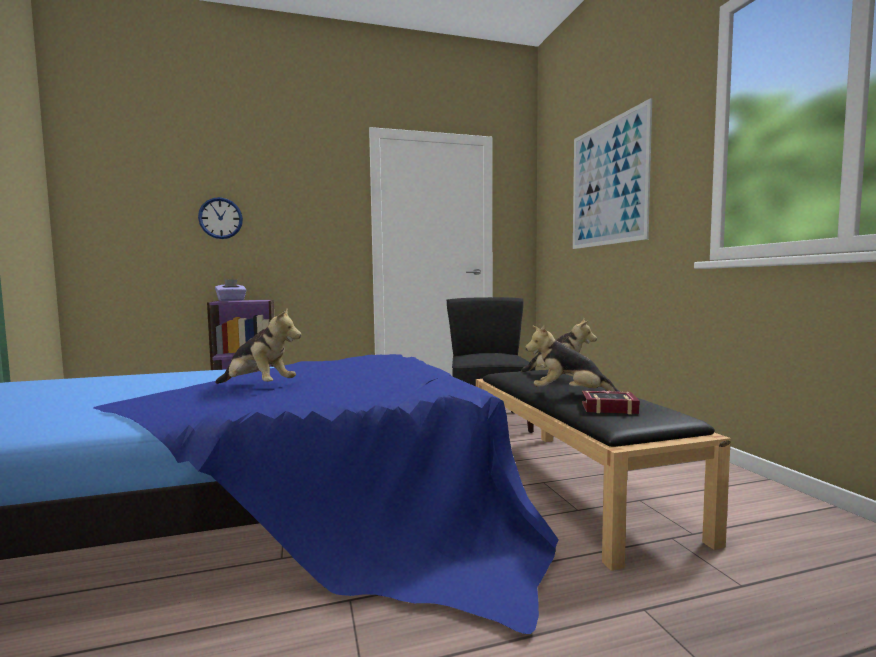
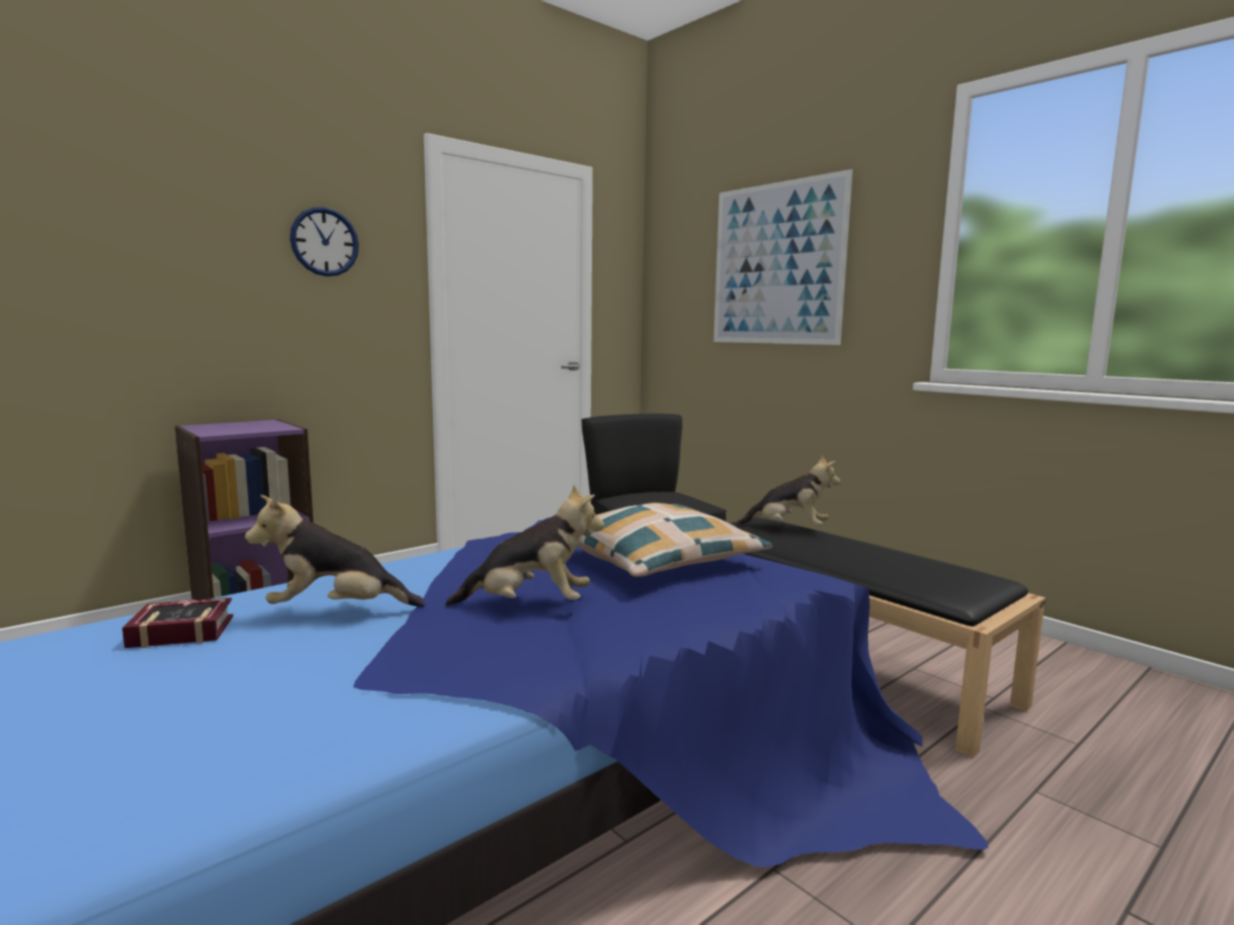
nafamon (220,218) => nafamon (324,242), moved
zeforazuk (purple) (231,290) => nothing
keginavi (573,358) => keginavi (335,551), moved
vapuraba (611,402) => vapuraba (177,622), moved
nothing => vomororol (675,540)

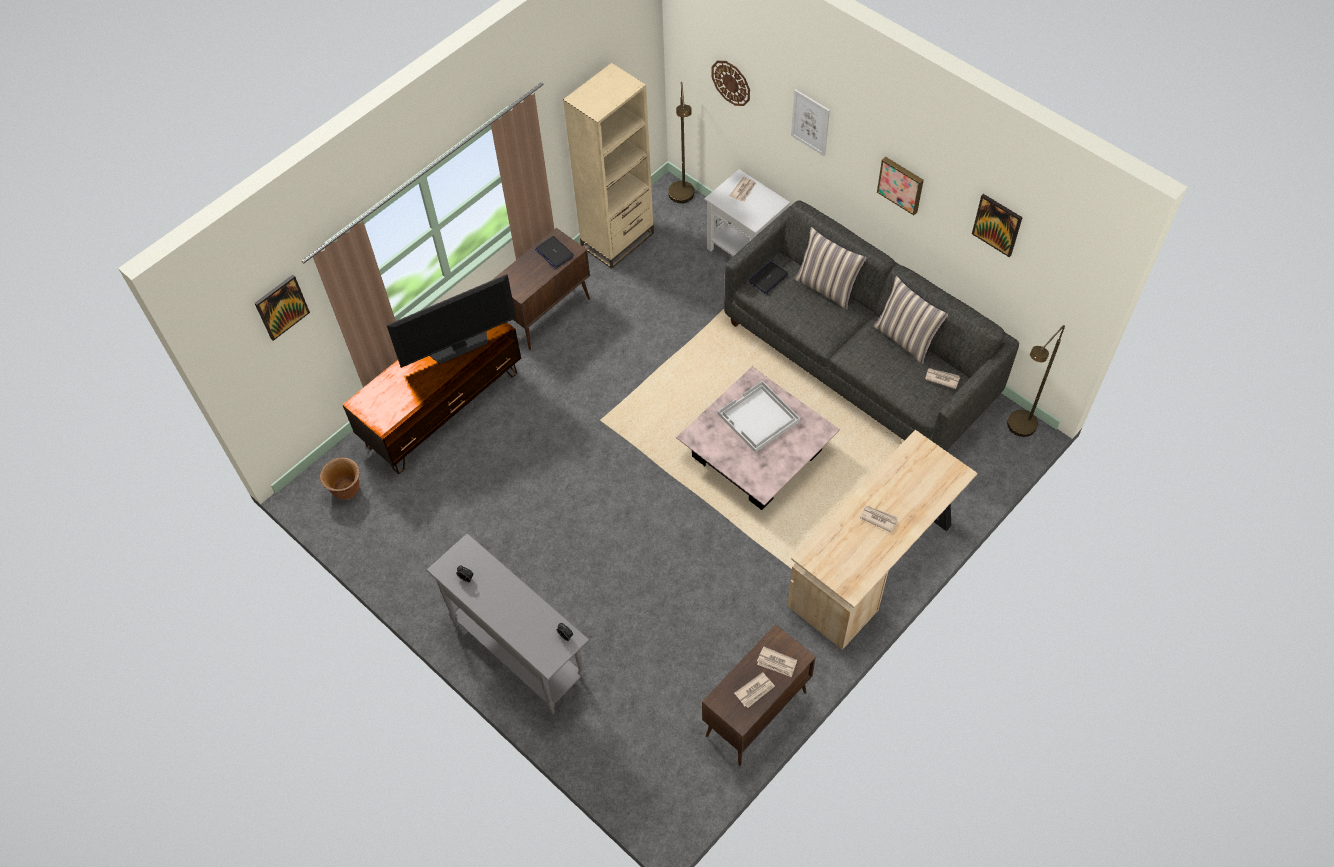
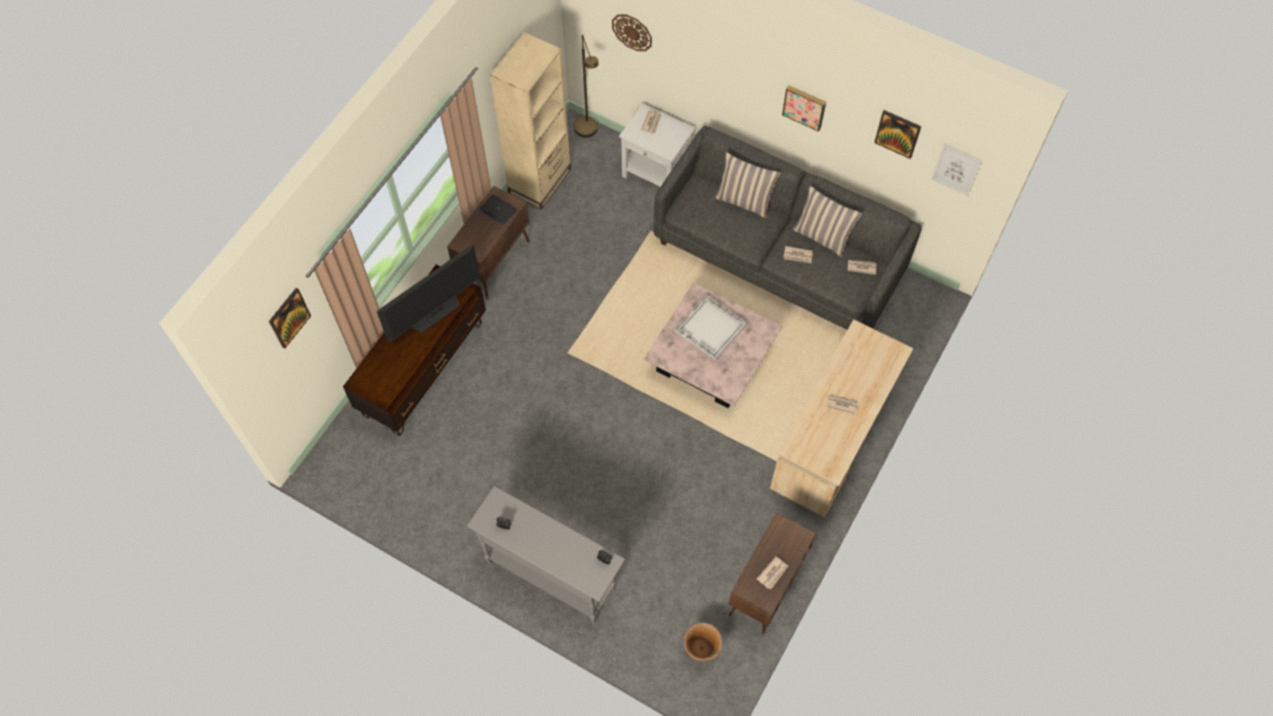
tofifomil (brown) (340,478) => tofifomil (brown) (703,642), moved
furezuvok (768,278) => nothing
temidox (777,661) => temidox (798,254), moved
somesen (810,122) => somesen (956,170), moved
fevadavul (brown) (1036,381) => nothing

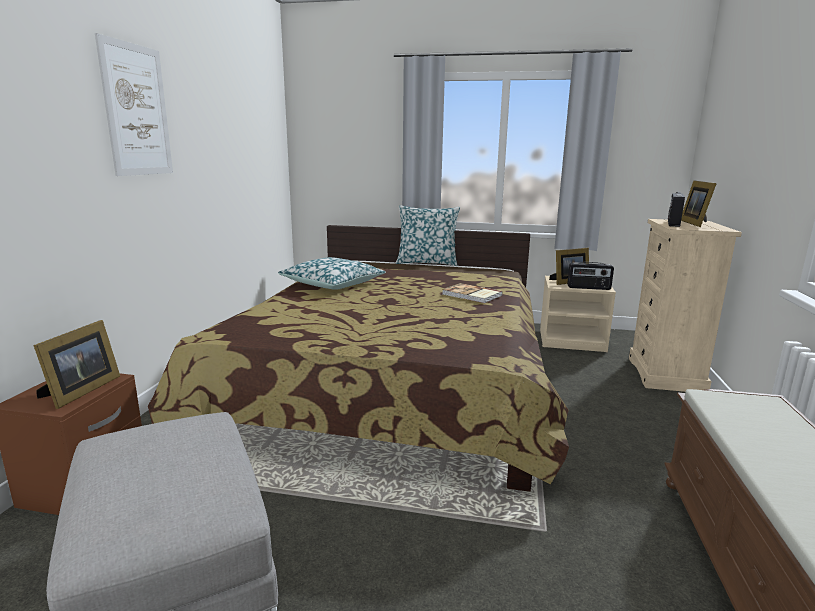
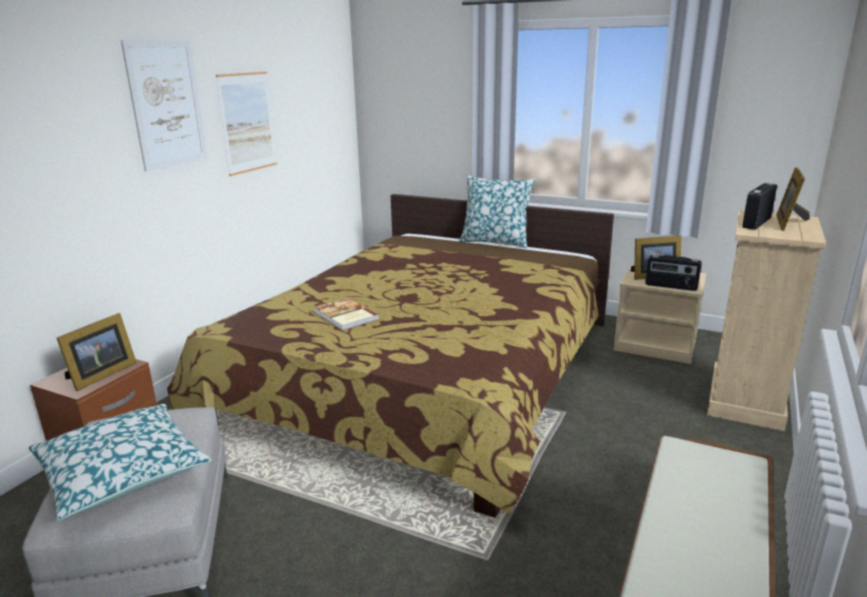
vomororol (332,273) => vomororol (120,462), moved
vapuraba (472,293) => vapuraba (346,314), moved
nothing => somesen (246,124)

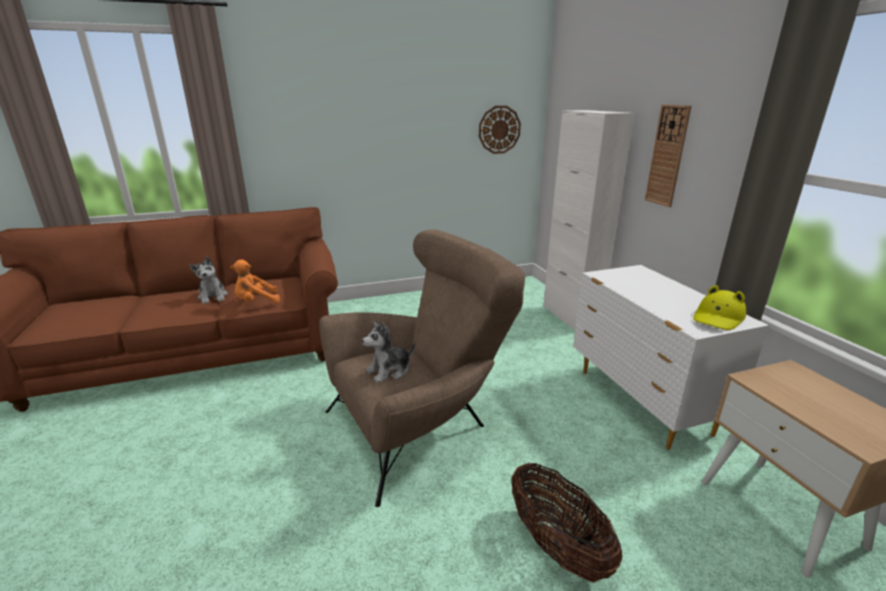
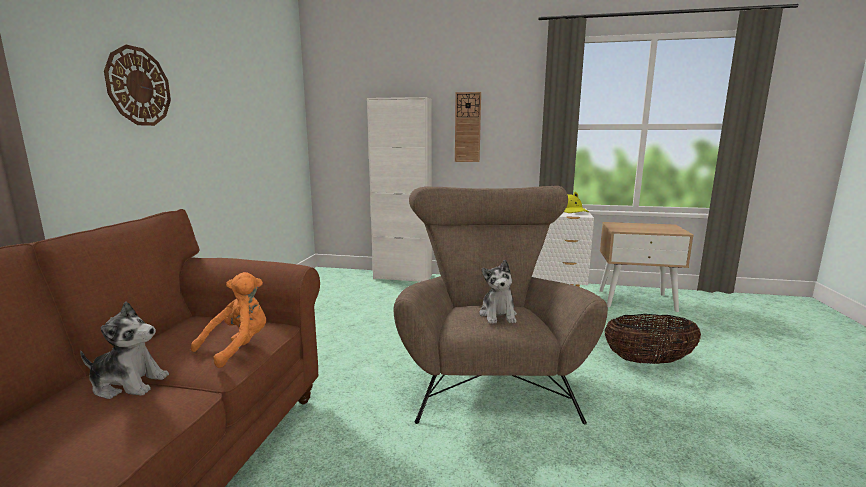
keginavi (orange) (255,281) => keginavi (orange) (228,320), 150 degrees counterclockwise
nafamon (500,130) => nafamon (137,85), moved

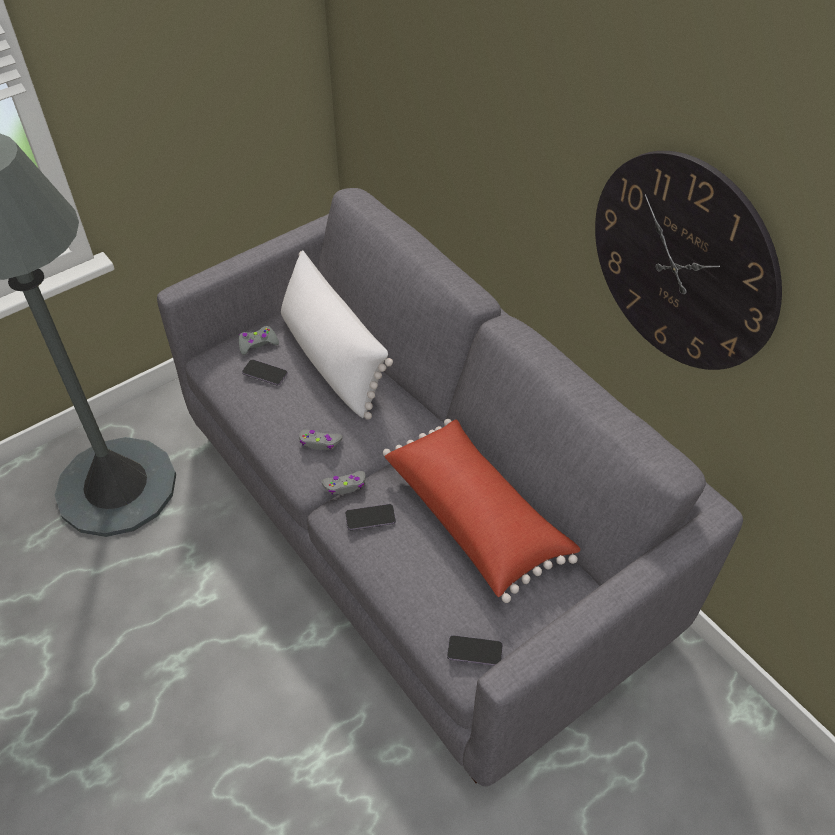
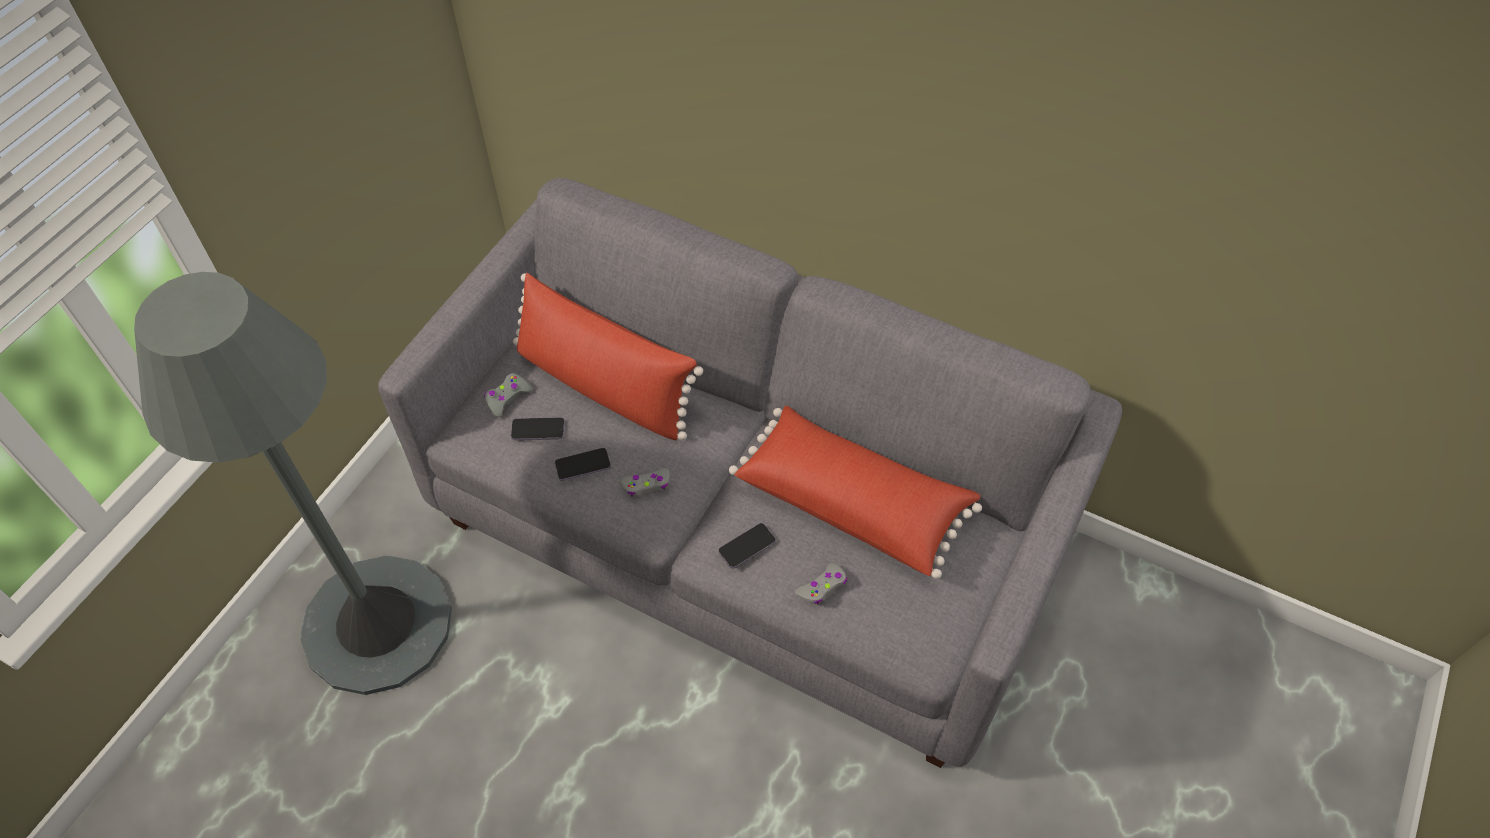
vomororol (white) (337,335) => vomororol (red) (608,356)
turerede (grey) (343,483) => turerede (grey) (821,583), moved
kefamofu (475,650) => kefamofu (583,464), moved
nafamon (688,260) => nothing

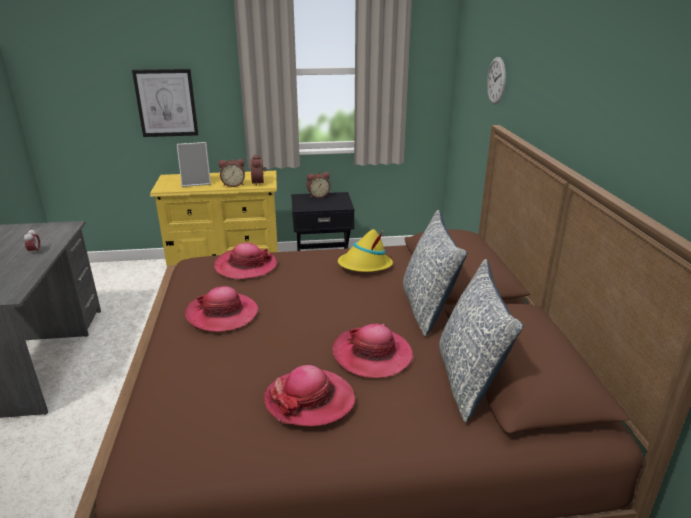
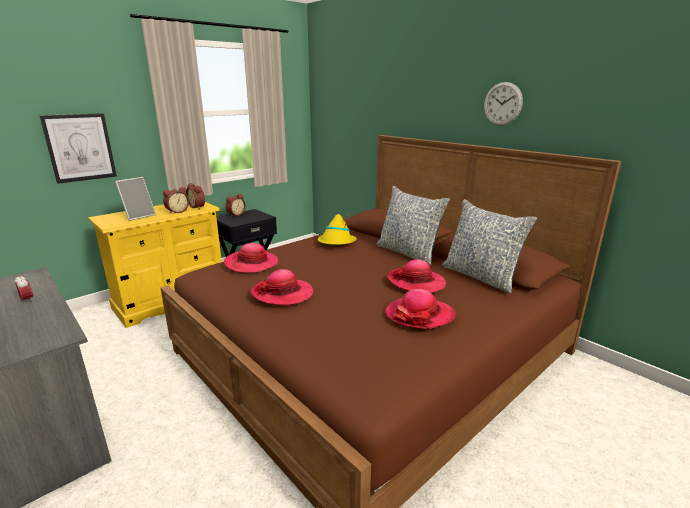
nafamon (496,80) => nafamon (503,103), moved

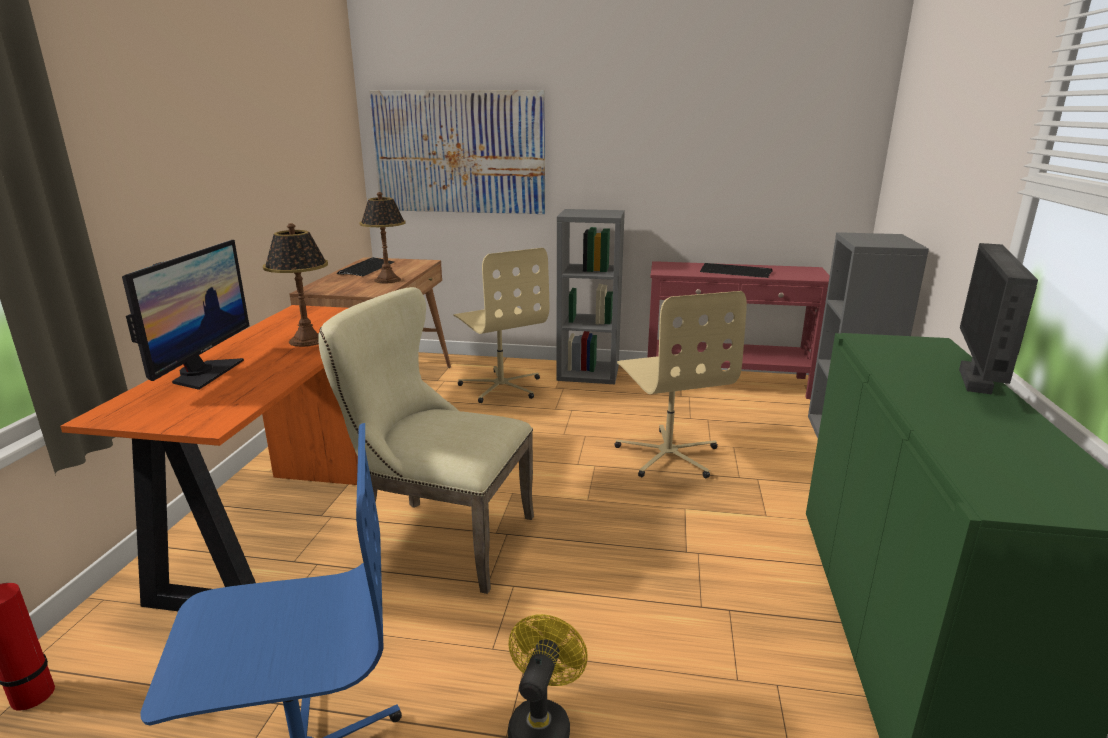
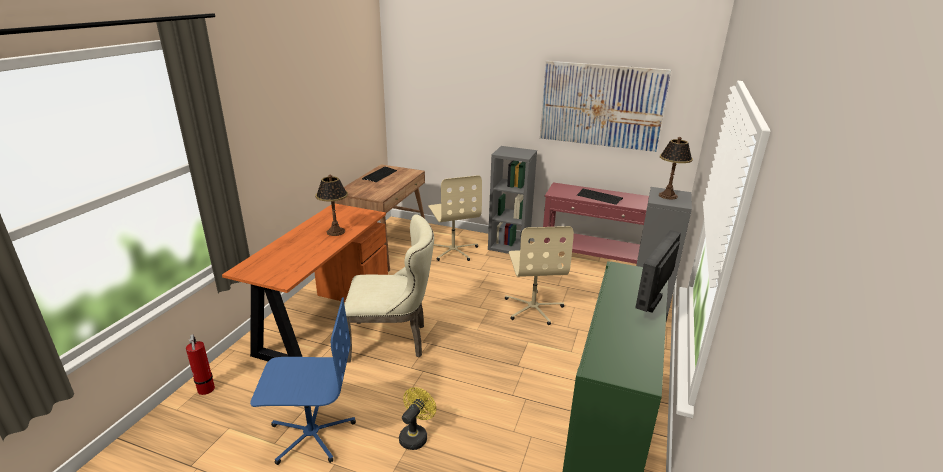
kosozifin (185,315) => nothing
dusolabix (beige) (426,440) => dusolabix (beige) (389,288), 150 degrees clockwise
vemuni (382,238) => vemuni (676,168), moved
somesen (457,152) => somesen (605,106), moved

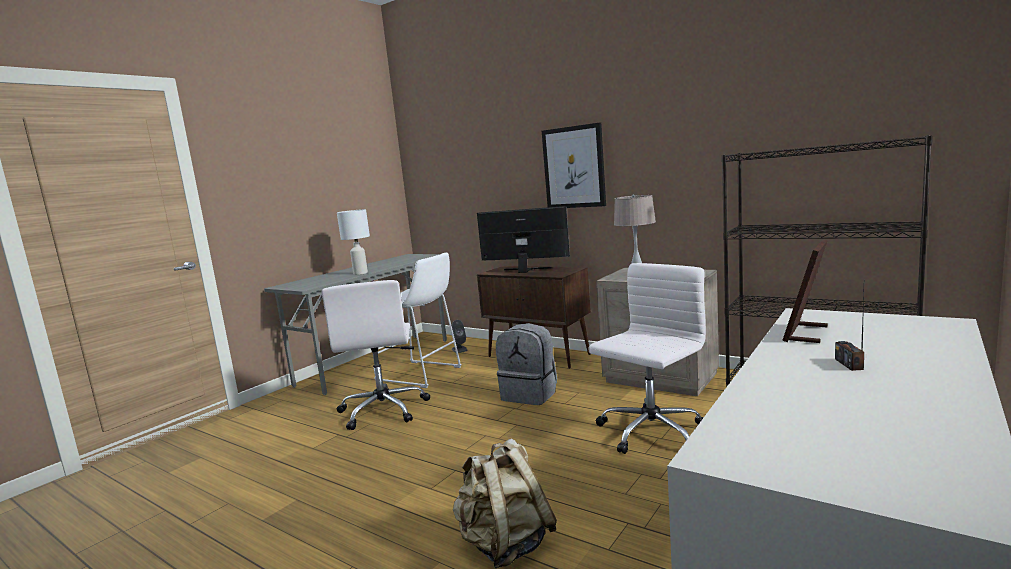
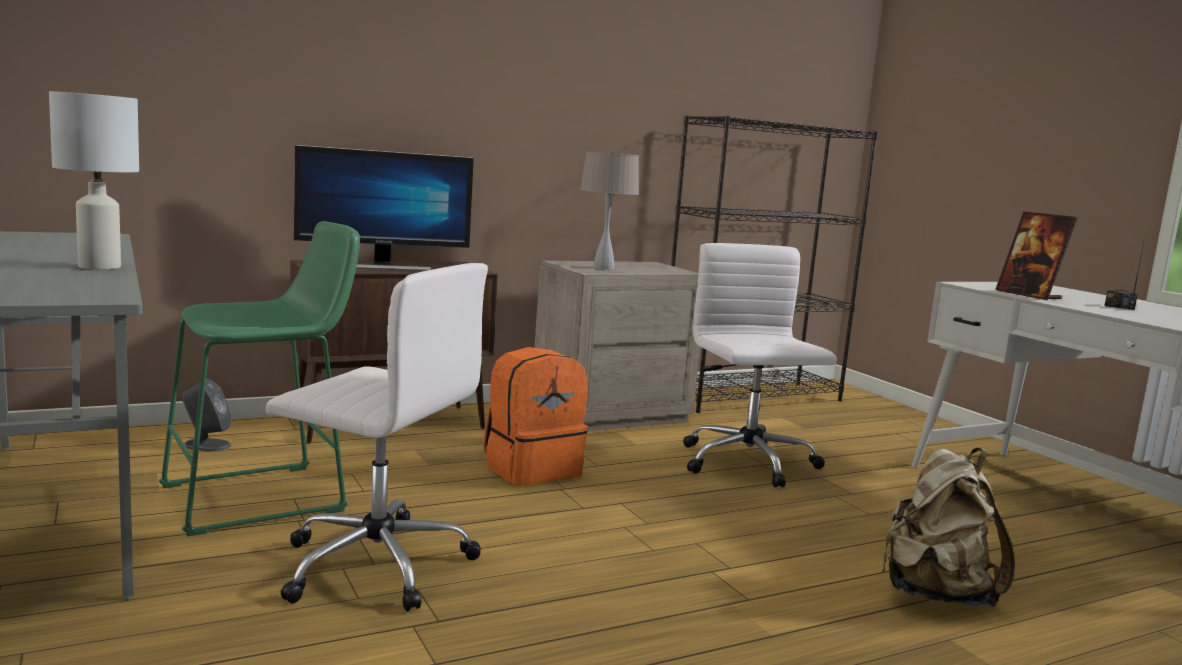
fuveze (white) (418,320) => fuveze (green) (259,378)
kosozifin (523,239) => kosozifin (384,208), 150 degrees counterclockwise
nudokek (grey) (526,364) => nudokek (orange) (535,416)
somesen (574,165) => nothing

